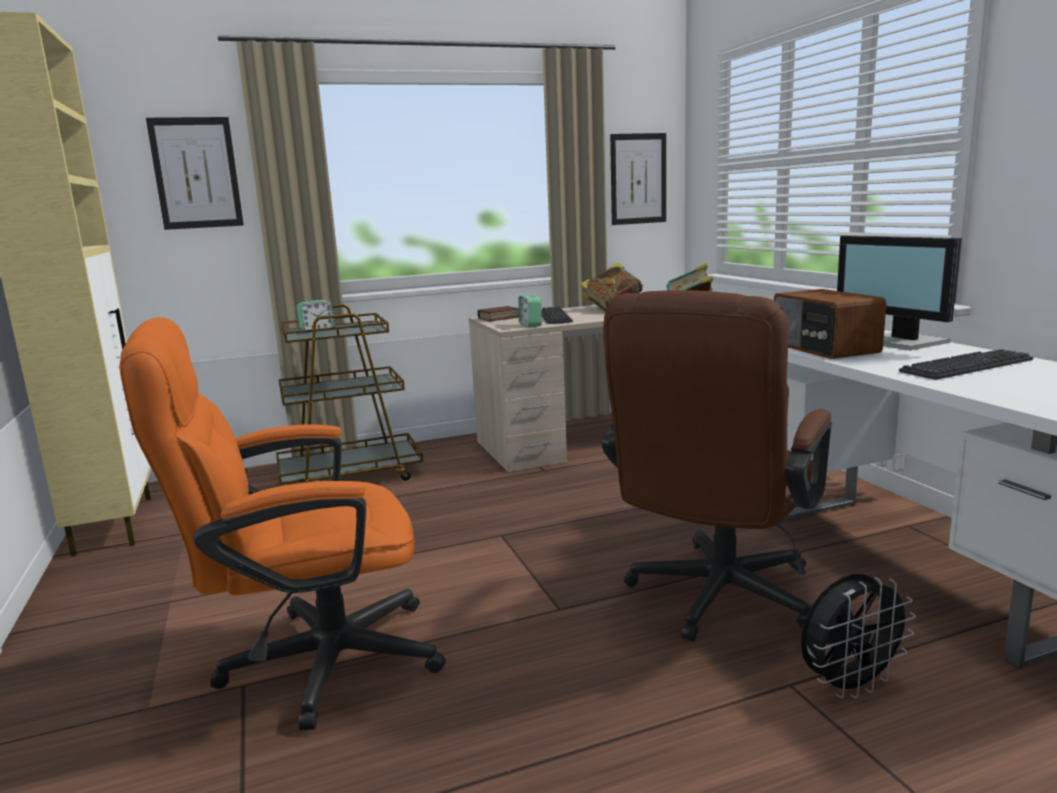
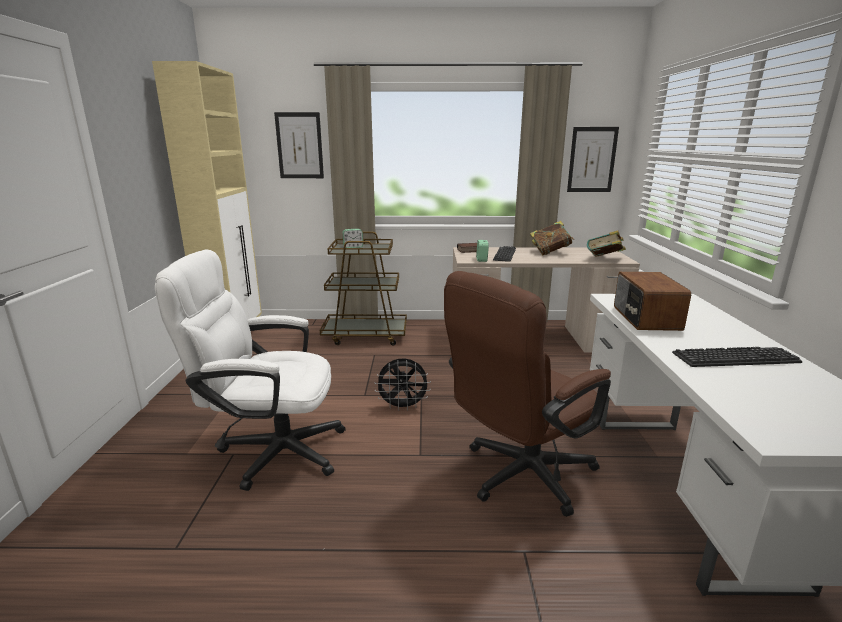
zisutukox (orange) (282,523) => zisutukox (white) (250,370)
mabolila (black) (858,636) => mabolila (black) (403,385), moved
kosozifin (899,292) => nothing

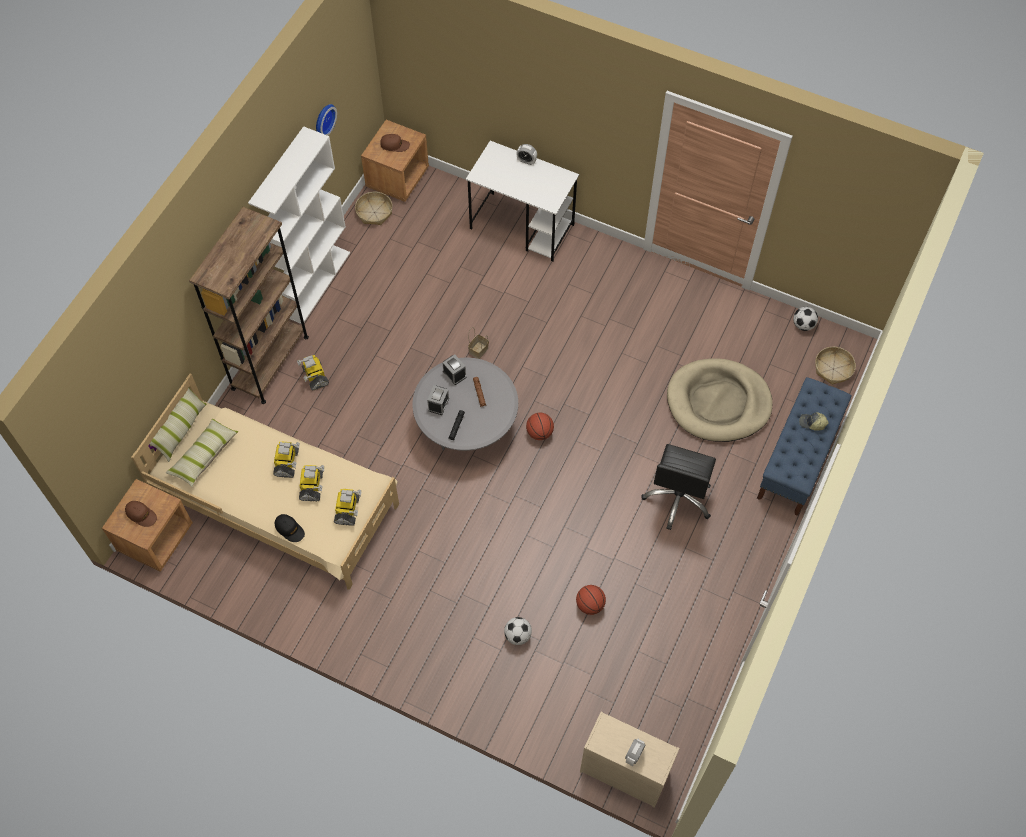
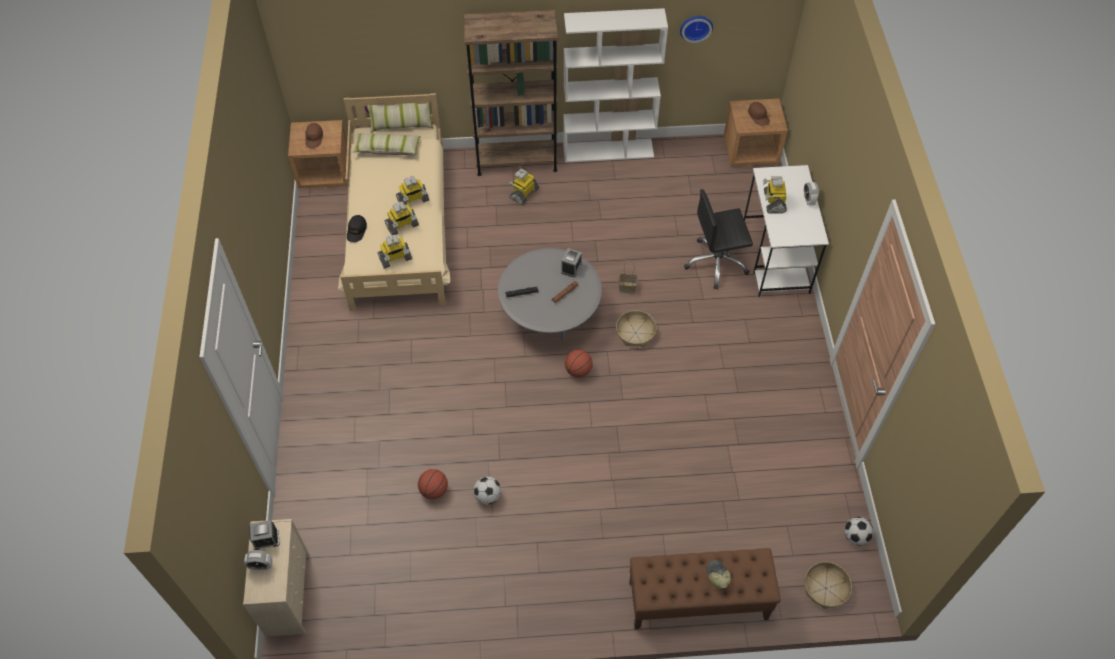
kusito (373,208) => kusito (636,328), moved
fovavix (438,400) => fovavix (264,535), moved
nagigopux (518,631) => nagigopux (487,490), moved
zisutukox (black) (678,487) => zisutukox (black) (718,239), moved
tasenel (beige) (719,400) => nothing
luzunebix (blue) (804,446) => luzunebix (brown) (705,588)
nothing => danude (775,194)

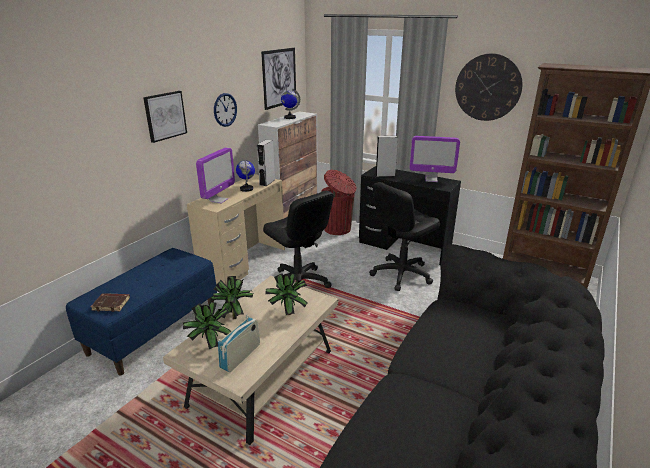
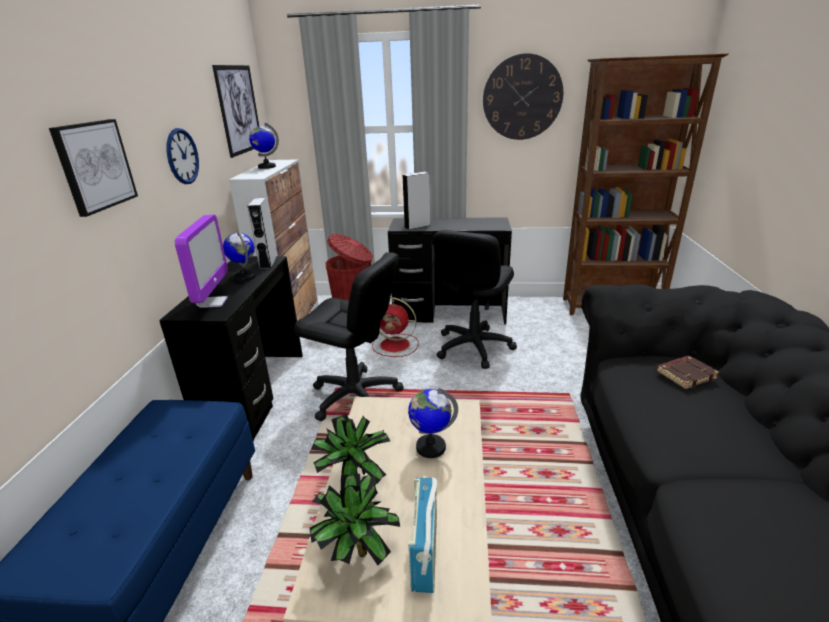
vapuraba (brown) (110,302) => vapuraba (brown) (687,372), moved
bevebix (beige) (236,229) => bevebix (black) (231,348)
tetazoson (286,294) => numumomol (433,423)
kosozifin (435,159) => nothing
nothing => mabolila (red) (395,327)

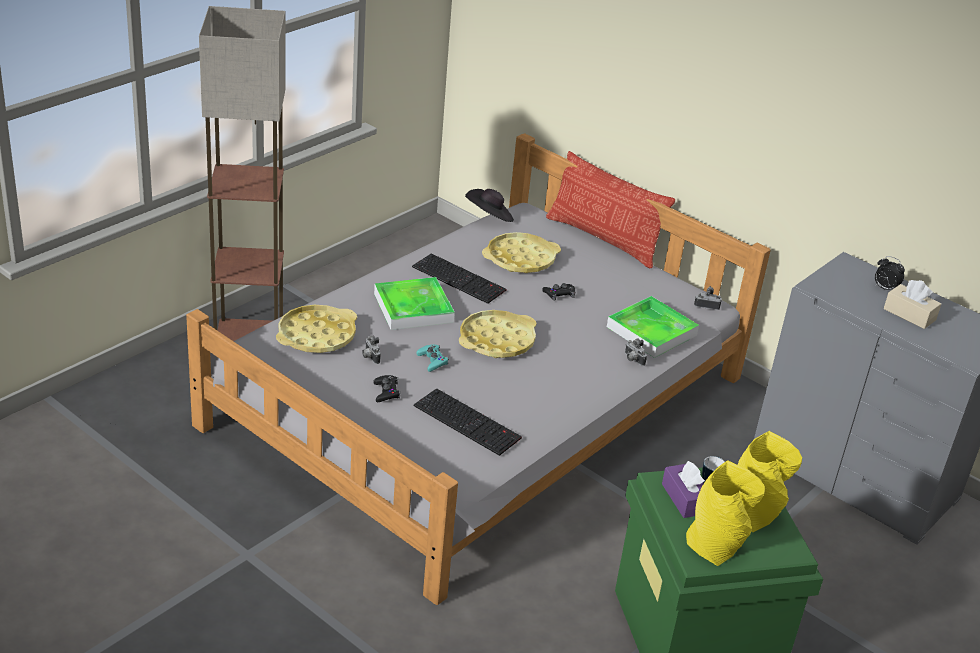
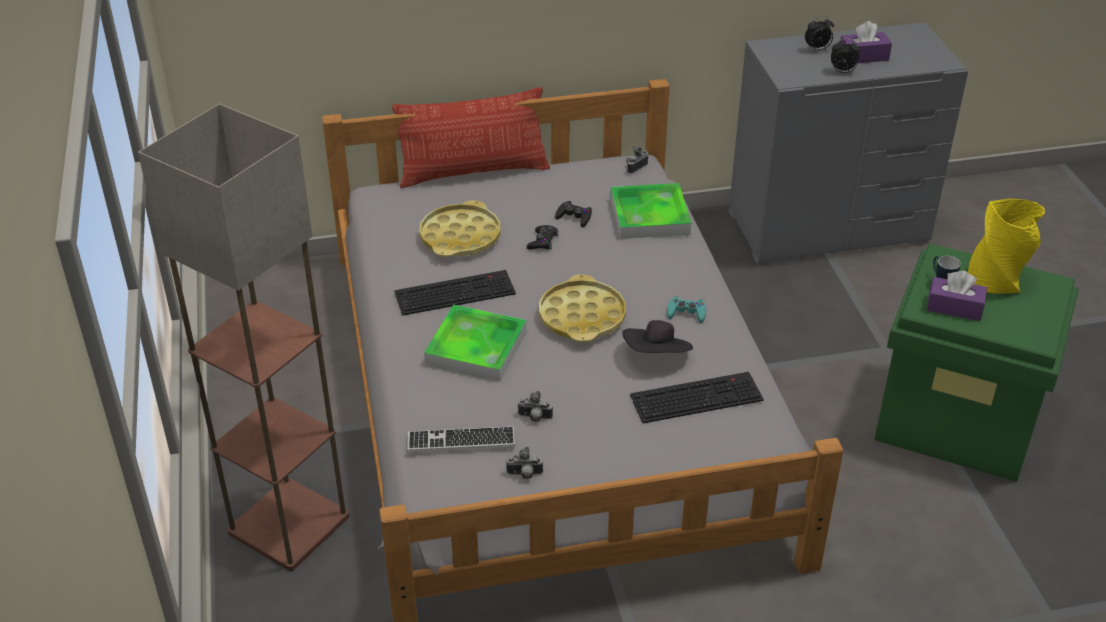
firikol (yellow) (316,329) => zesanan (461,439)
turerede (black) (386,388) => turerede (black) (573,214), moved
turerede (turquoise) (432,358) => turerede (turquoise) (686,309), moved
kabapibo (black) (489,205) => kabapibo (black) (657,336), moved
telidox (636,352) => telidox (524,463), moved
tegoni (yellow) (725,513) => nothing
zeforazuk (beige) (912,304) => zeforazuk (purple) (866,42)
nothing => fovavix (846,56)

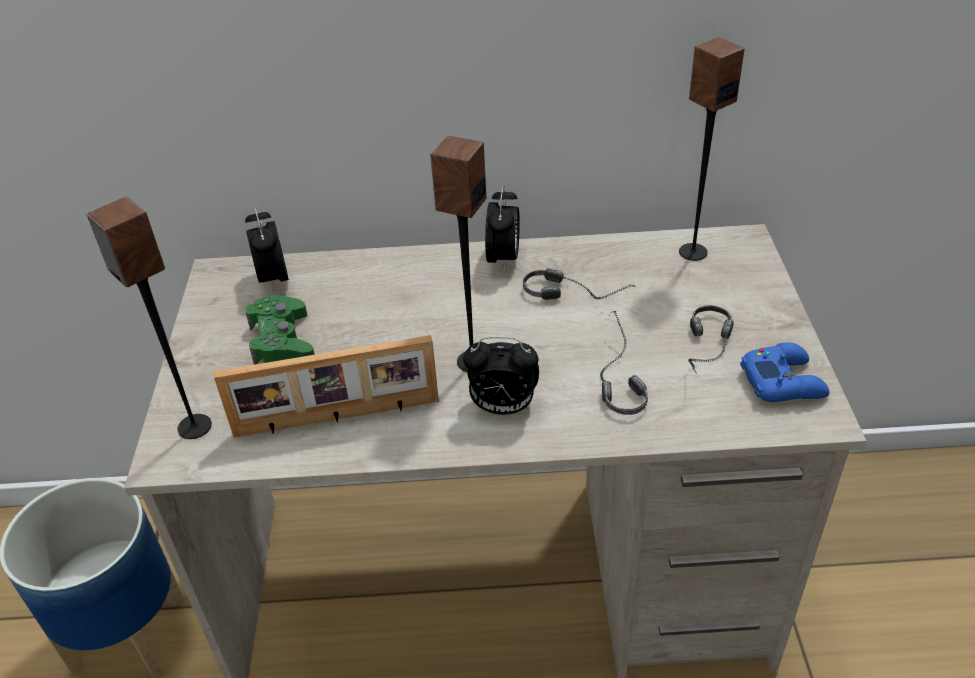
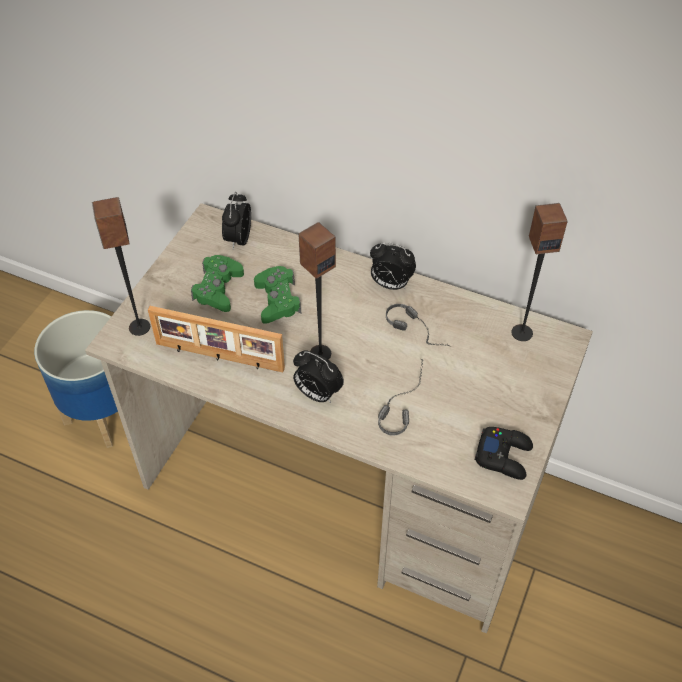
fovavix (502,228) => fovavix (393,266), 75 degrees clockwise
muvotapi (711,339) => nothing
turerede (blue) (785,372) => turerede (black) (504,453)
nothing => turerede (green) (277,295)

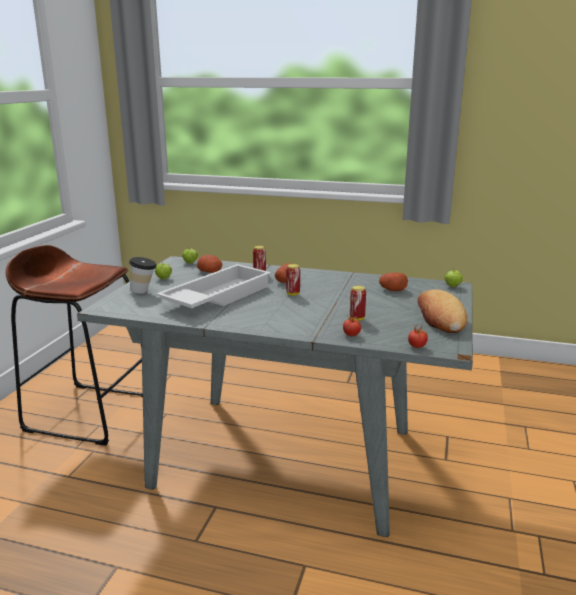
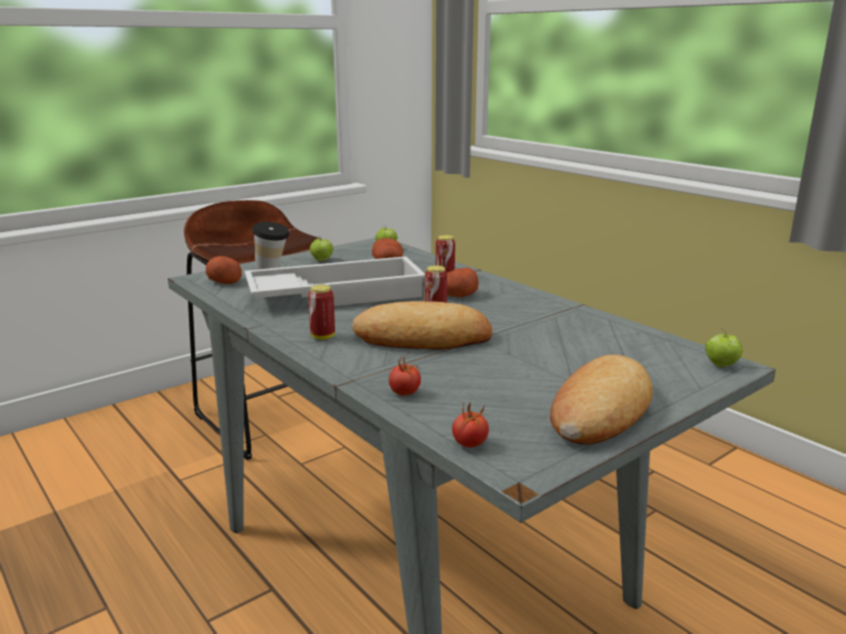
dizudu (358,303) => dizudu (321,312), moved
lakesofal (393,281) => lakesofal (224,270), moved
nothing => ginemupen (422,325)

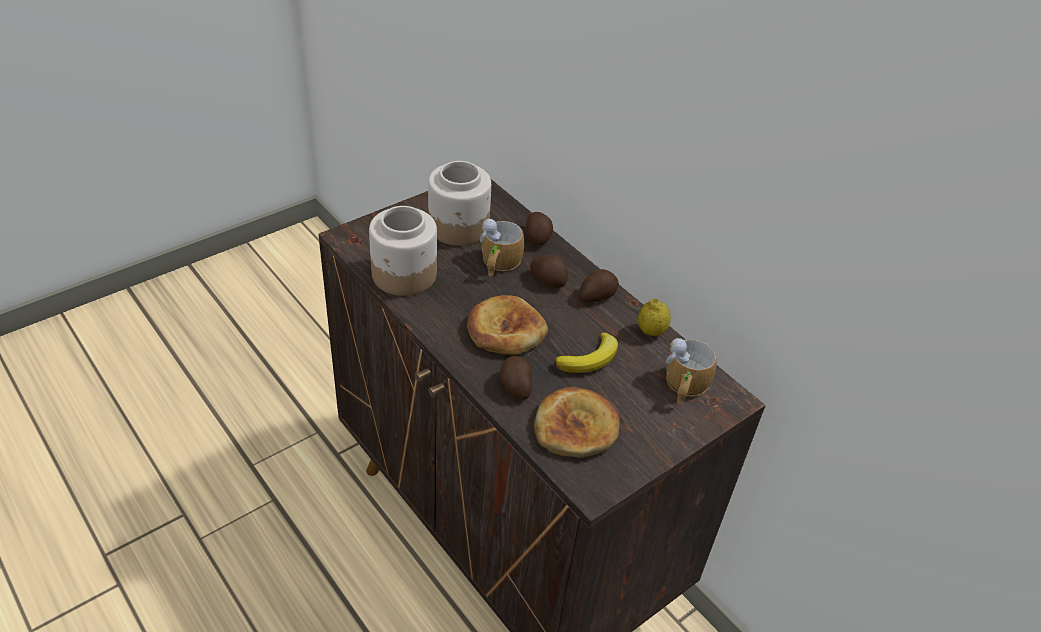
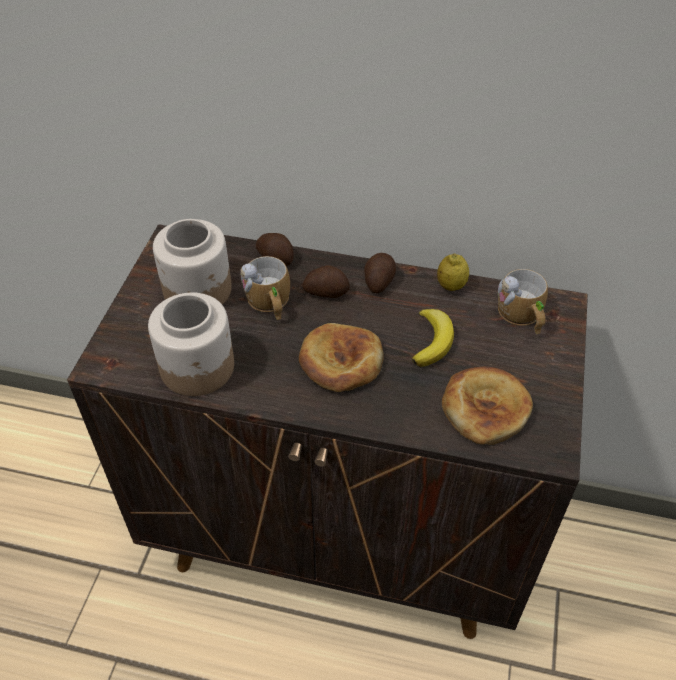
lakesofal (515,378) => nothing

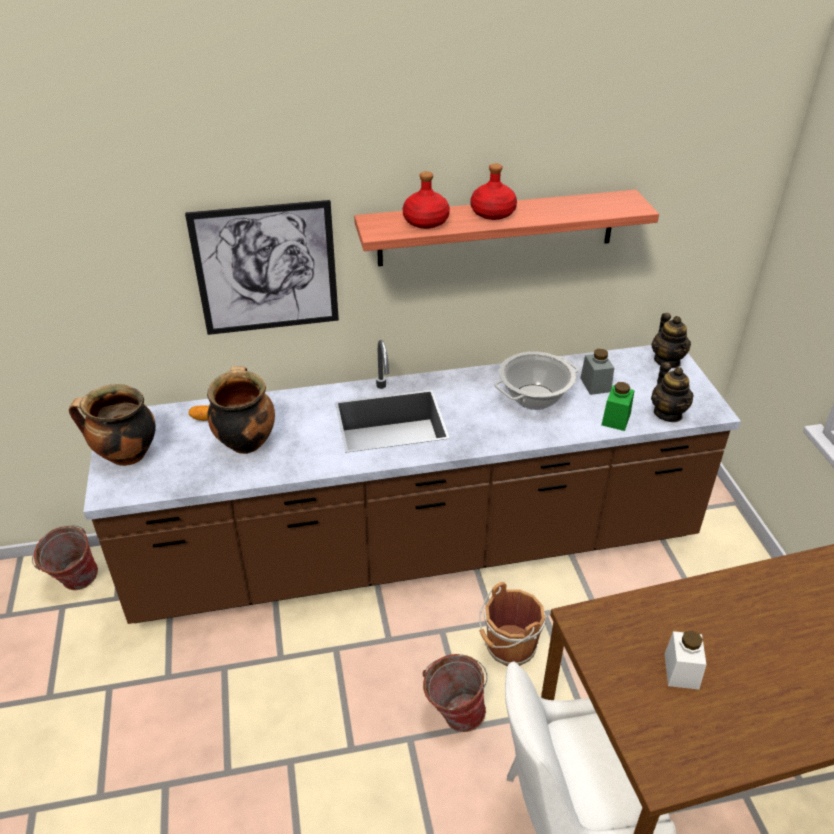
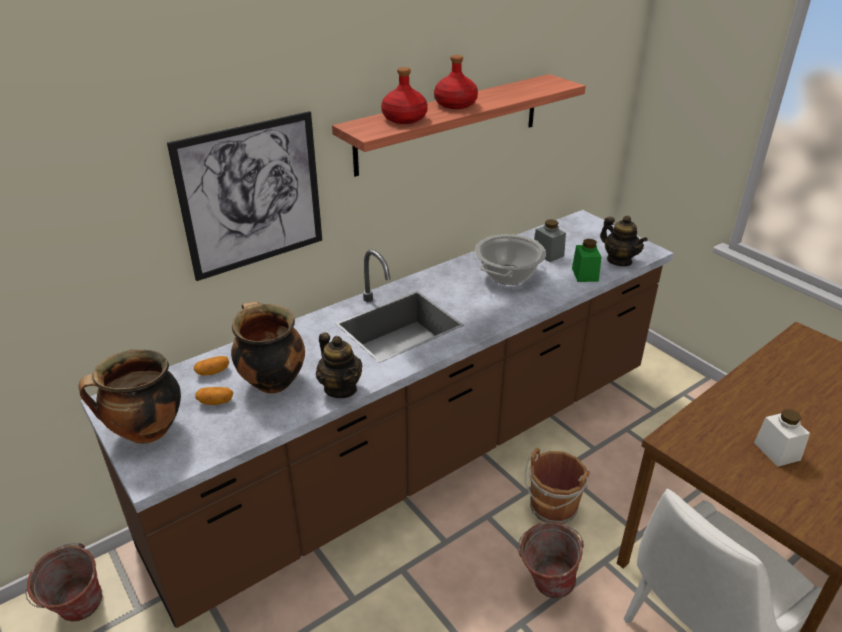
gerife (671,340) => gerife (339,365), moved
nothing => lakesofal (214,396)

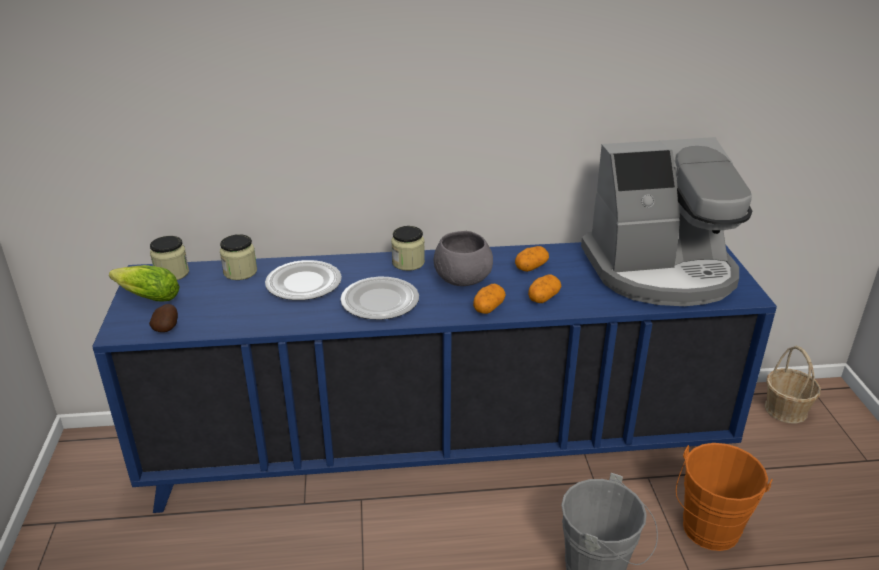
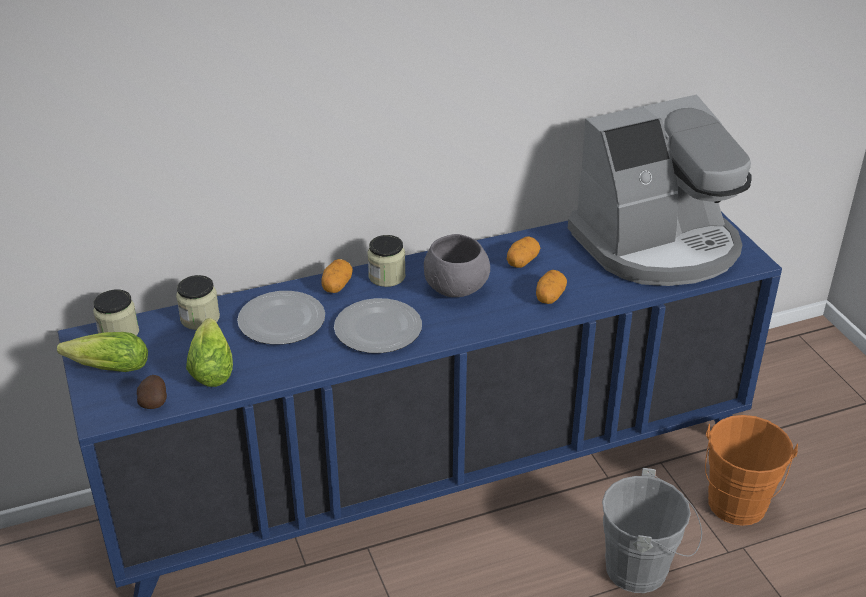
lakesofal (489,299) => lakesofal (337,276), moved
kusito (793,385) => nothing
nothing => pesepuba (209,352)

